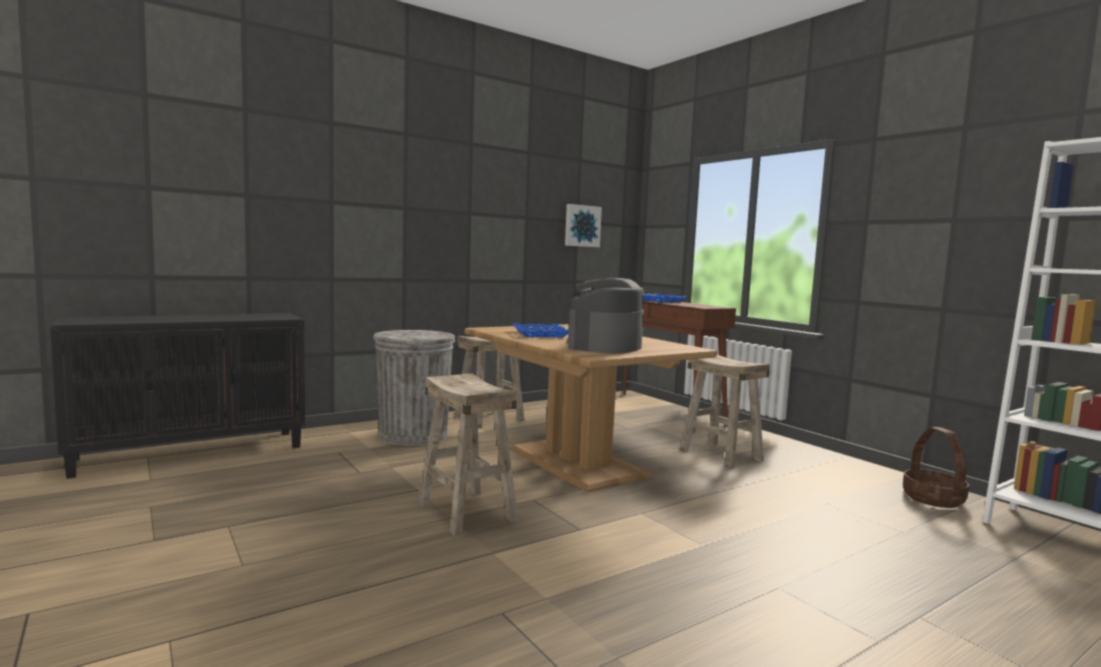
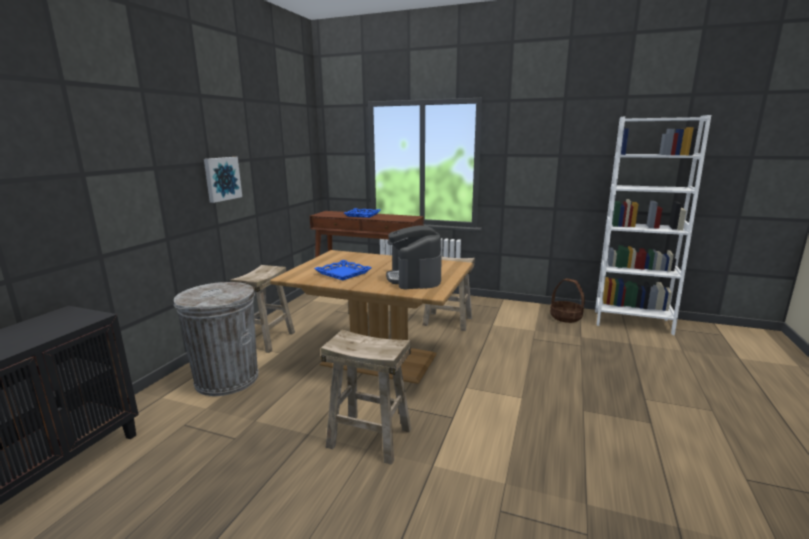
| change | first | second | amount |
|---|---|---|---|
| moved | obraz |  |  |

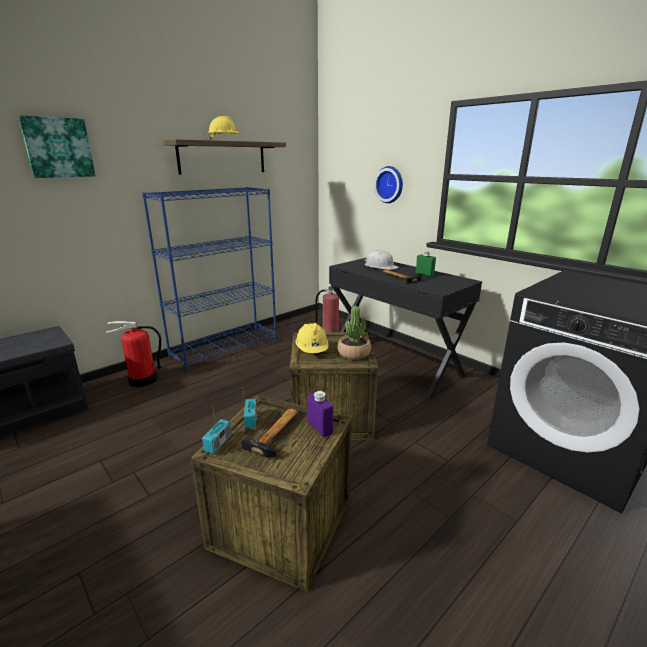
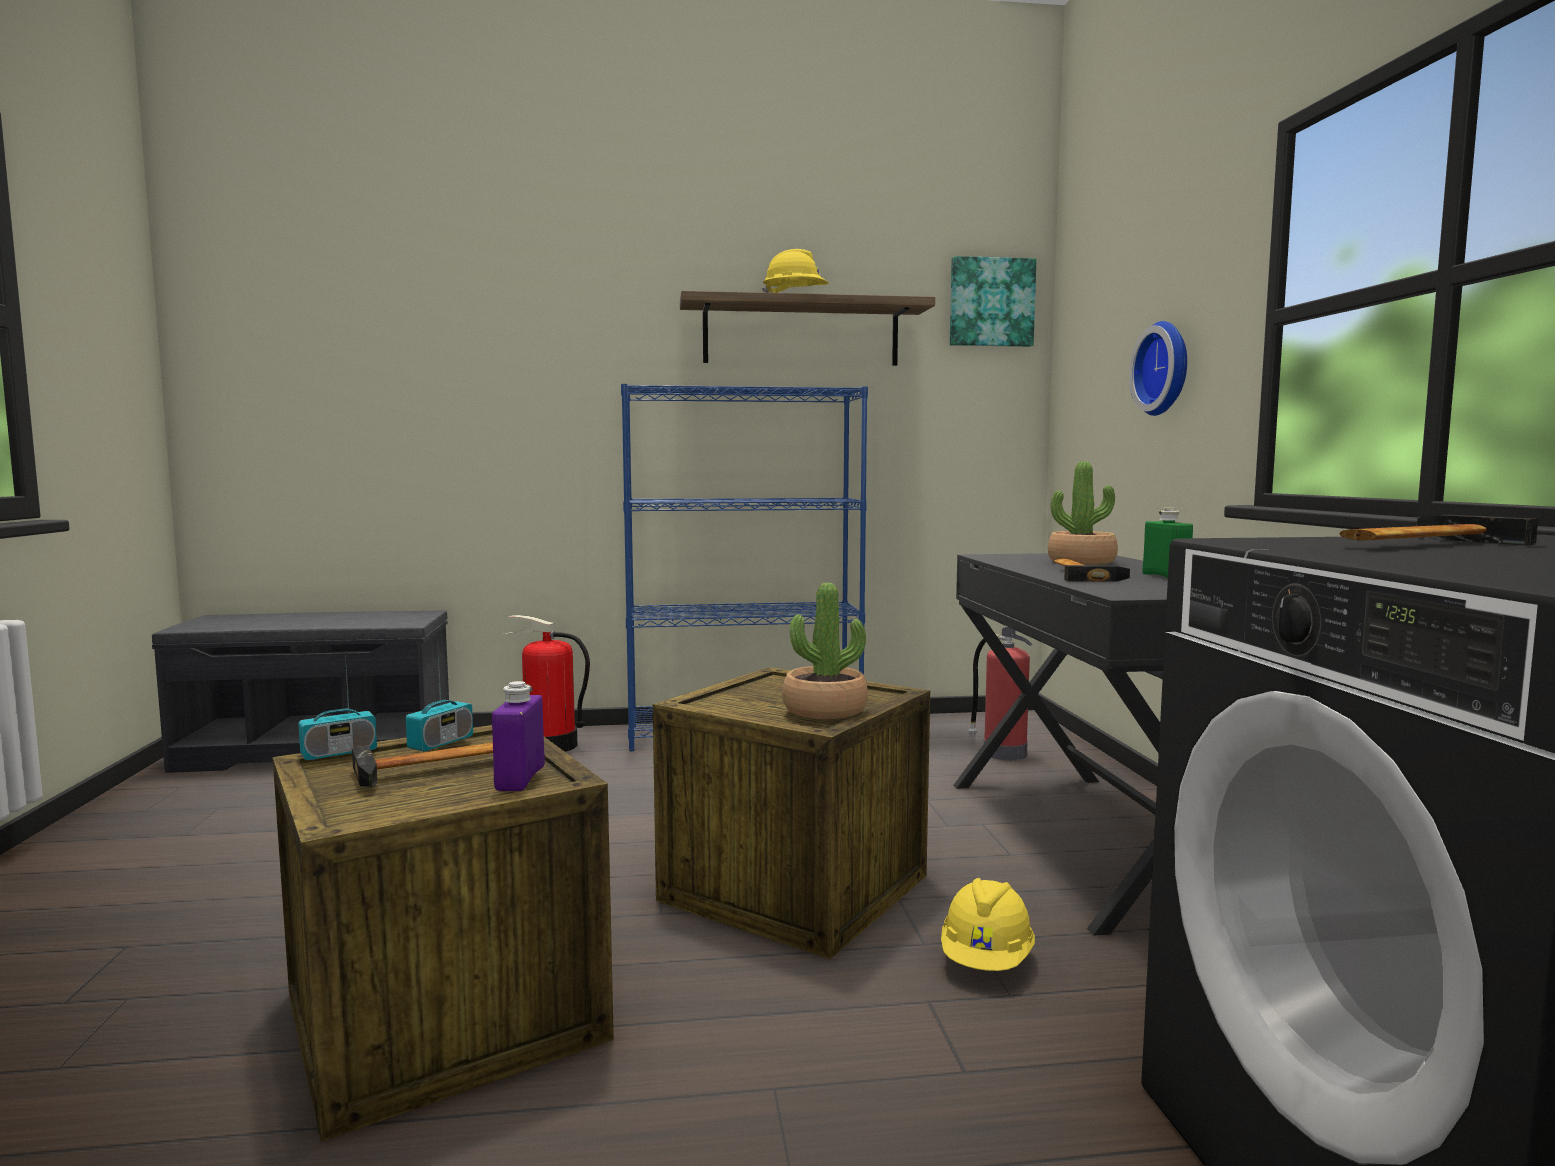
| change | first | second | amount |
|---|---|---|---|
| added |  | młotek (3rd from left) |  |
| moved | obraz |  |  |
| moved | kask/żółty (2nd from left) |  |  |
| replaced | kask/biały | roślina doniczkowa (2nd from left) |  |

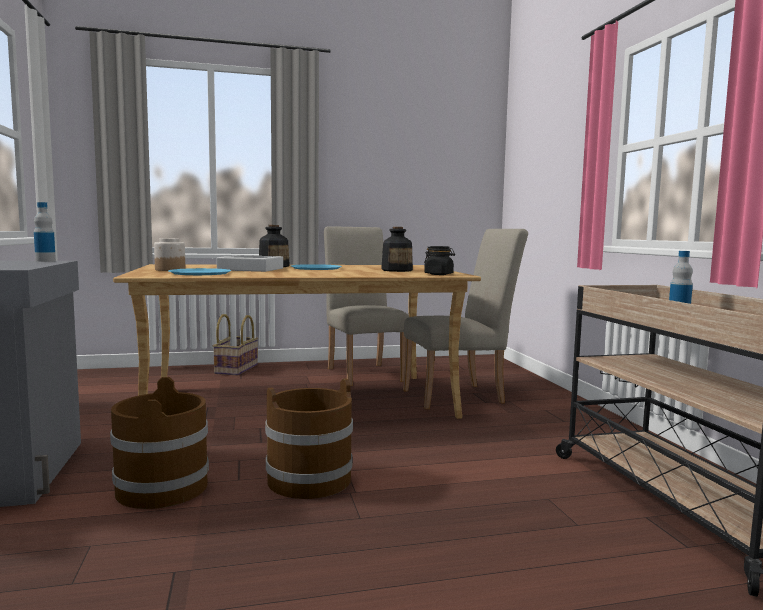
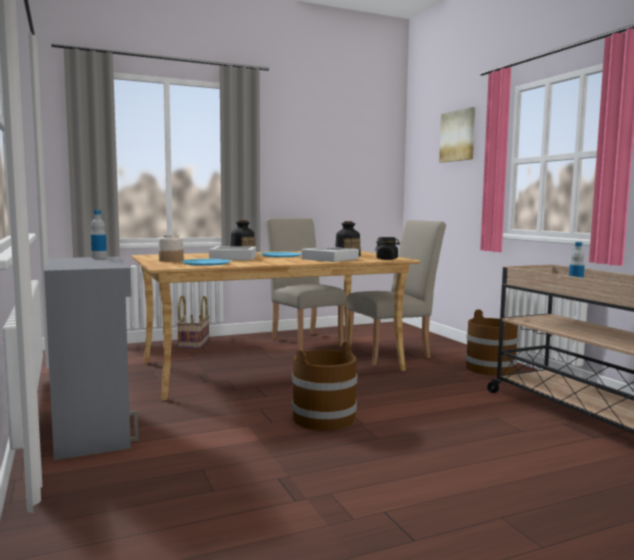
| change | first | second | amount |
|---|---|---|---|
| added |  | taca/szary (2nd from left) |  |
| added |  | obraz |  |
| moved | wiadro/brązowy (1st from left in the first image) | wiadro/brązowy (2nd from left) |  |

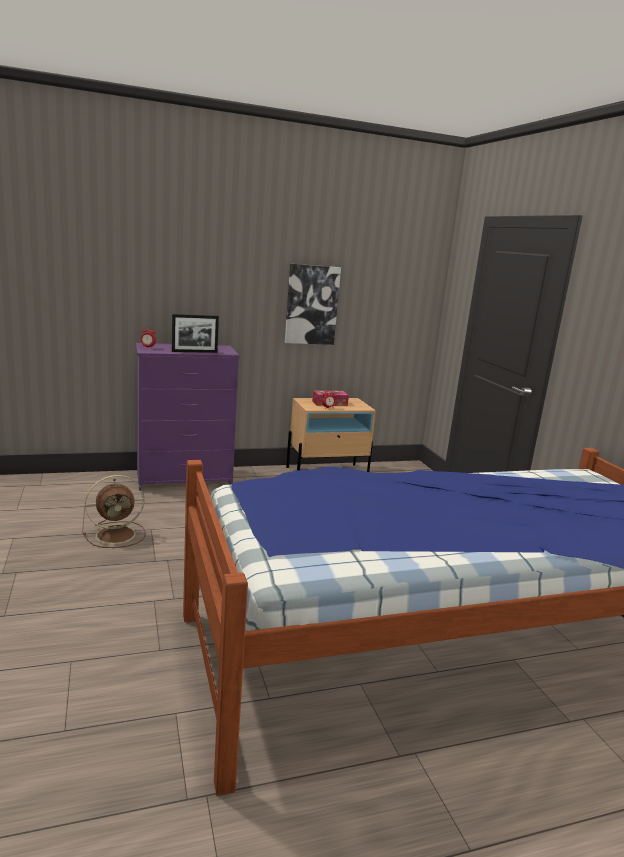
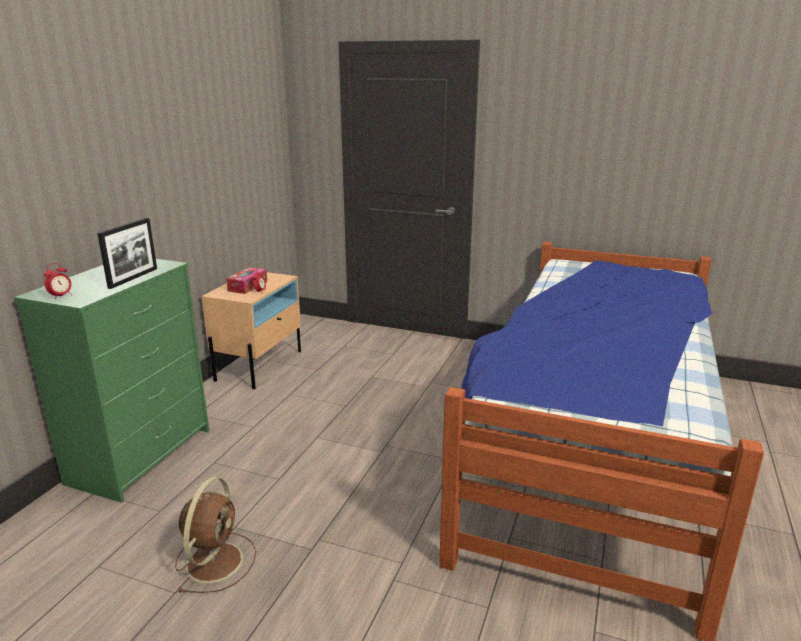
| change | first | second | amount |
|---|---|---|---|
| removed | obraz |  |  |
| recoloured | komoda/fioletowy | komoda/zielony |  |

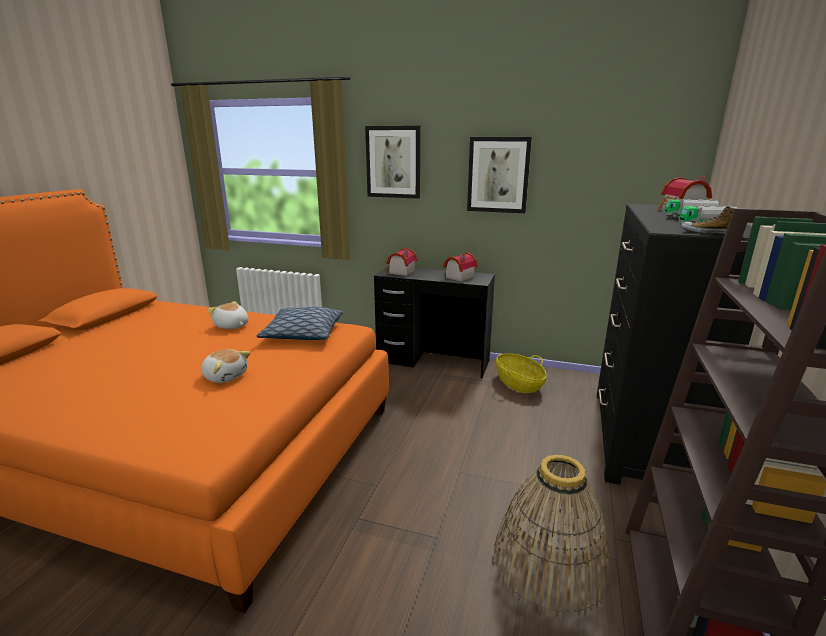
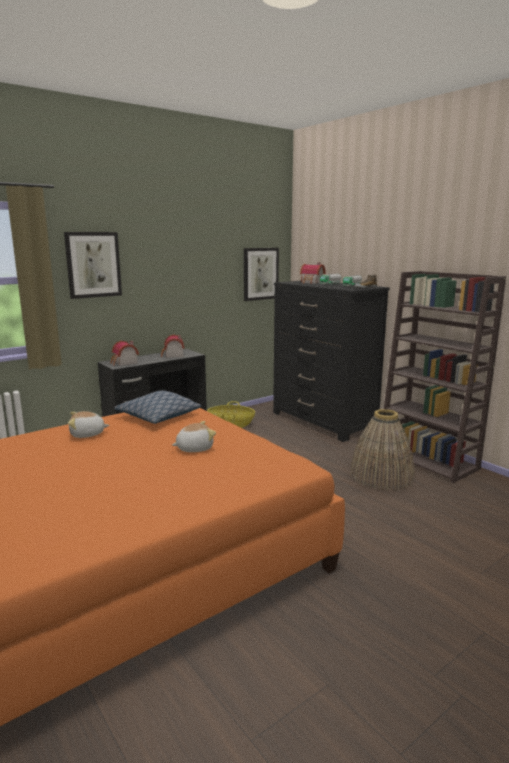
| change | first | second | amount |
|---|---|---|---|
| moved | obraz (2nd from left) |  |  |

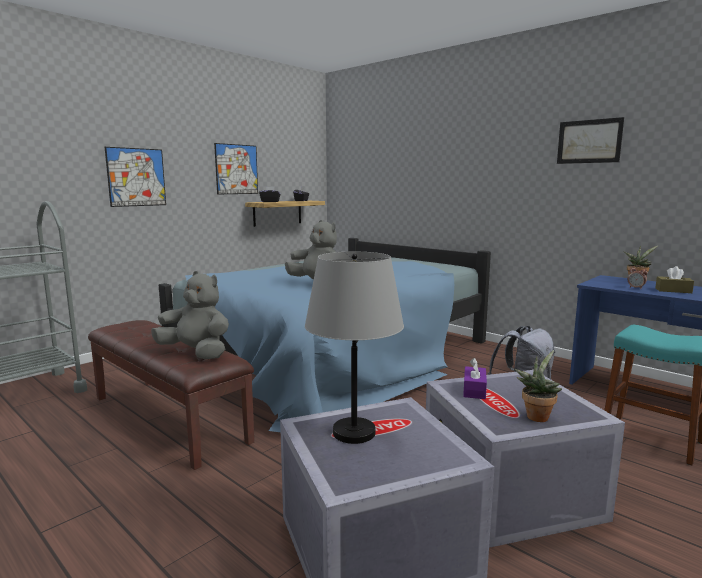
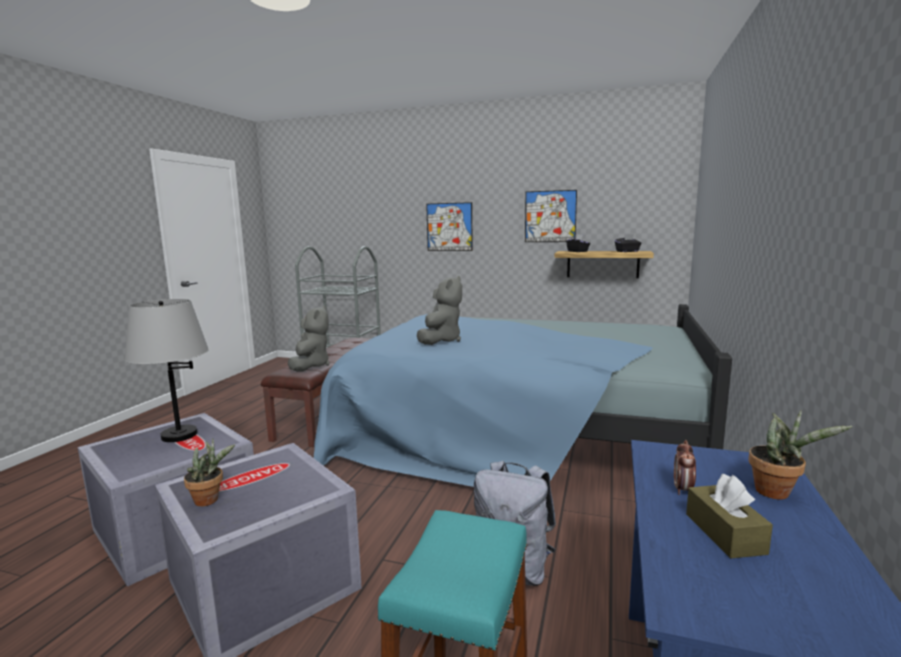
| change | first | second | amount |
|---|---|---|---|
| removed | pudełko chusteczek/fioletowy |  |  |
| removed | obraz (3rd from left) |  |  |

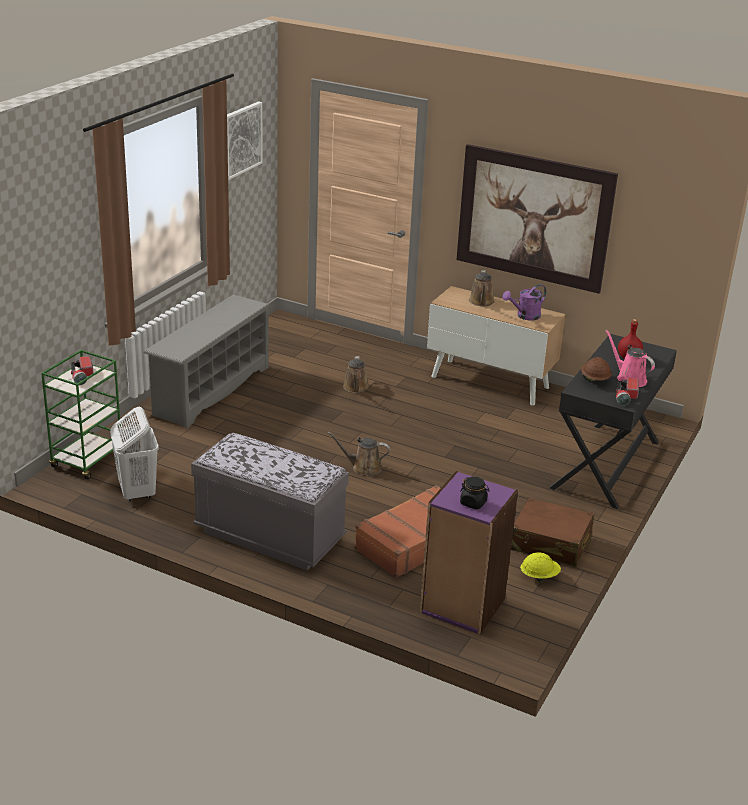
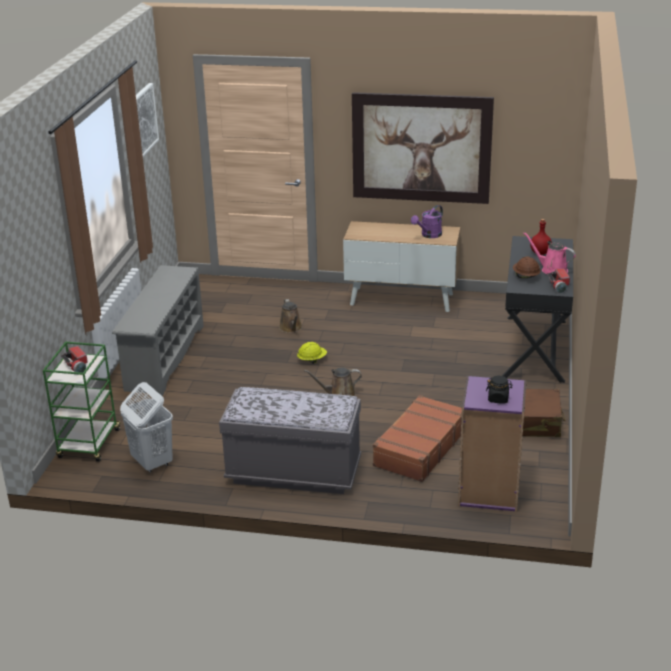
| change | first | second | amount |
|---|---|---|---|
| removed | konewka/brązowy (3rd from left) |  |  |
| moved | kask/żółty |  |  |

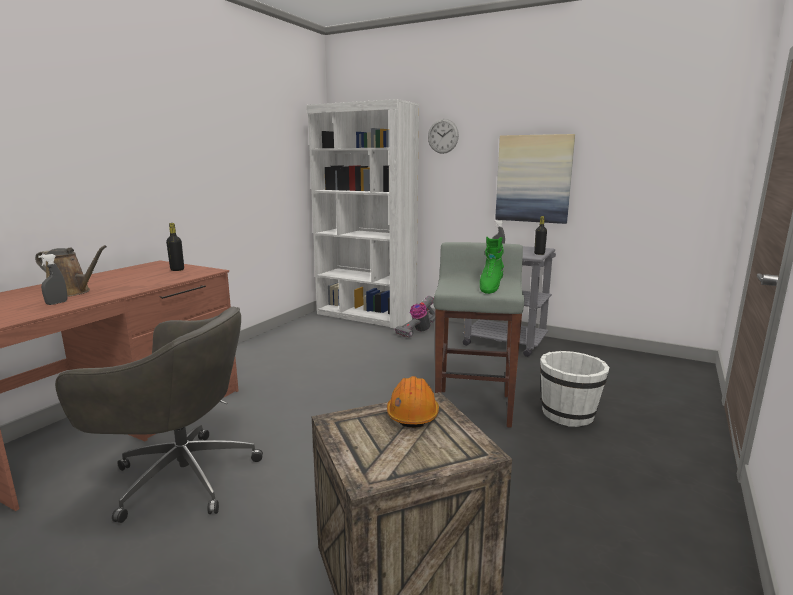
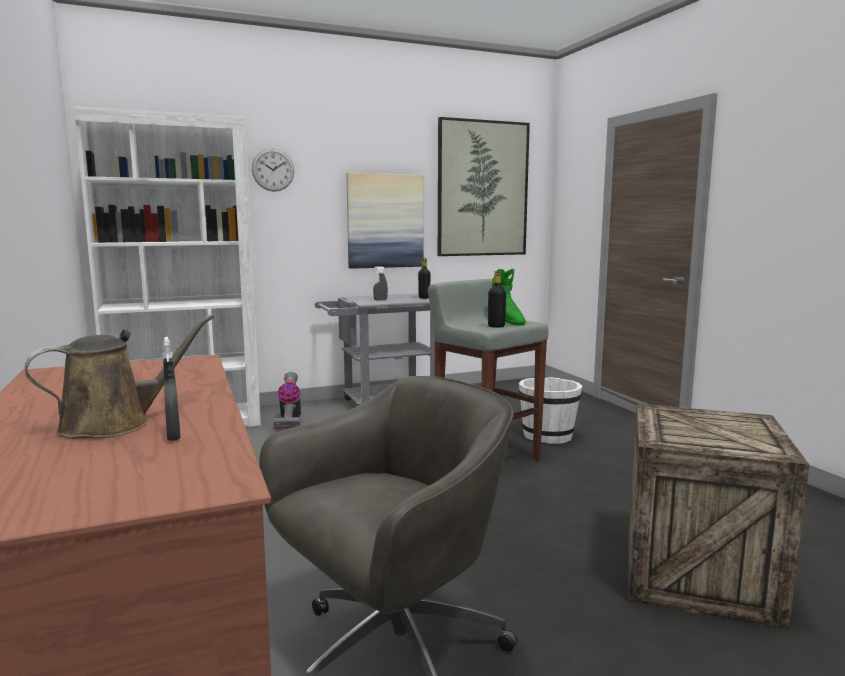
| change | first | second | amount |
|---|---|---|---|
| removed | kask/pomarańczowy |  |  |
| added |  | obraz (2nd from left) |  |
| moved | butelka/czarny (1st from left in the first image) | butelka/czarny (2nd from left) |  |

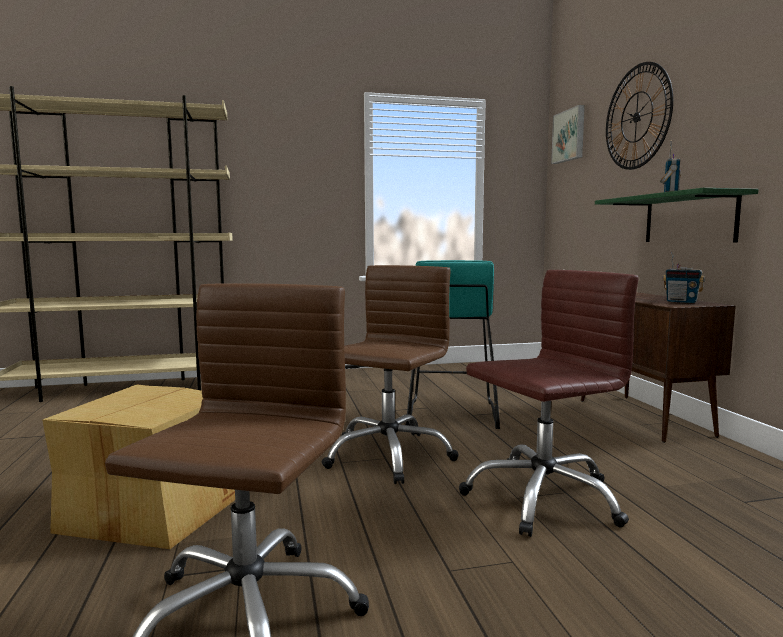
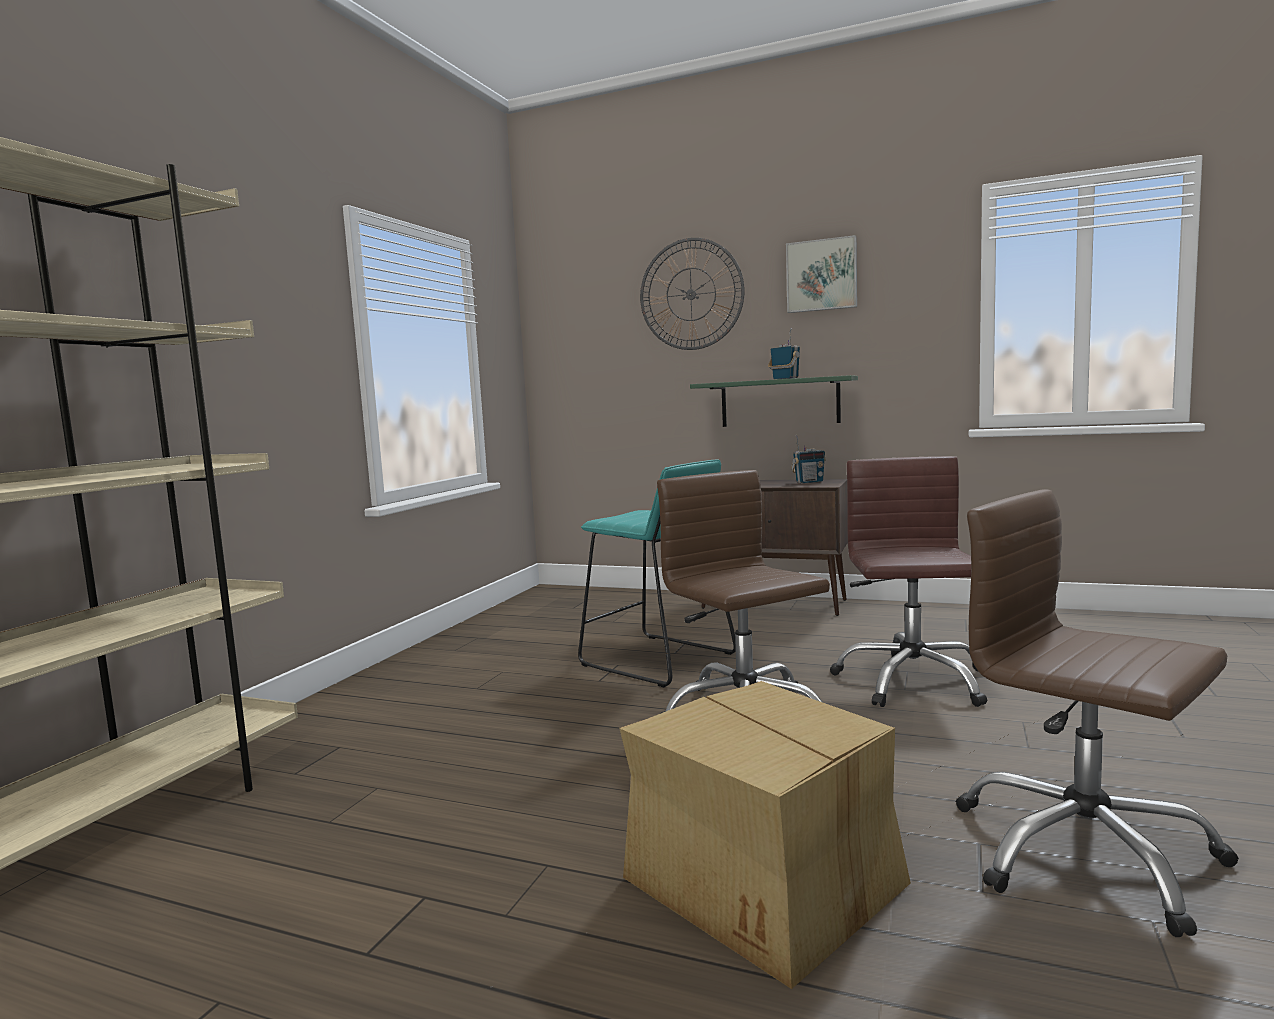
| change | first | second | amount |
|---|---|---|---|
| moved | obraz |  |  |

